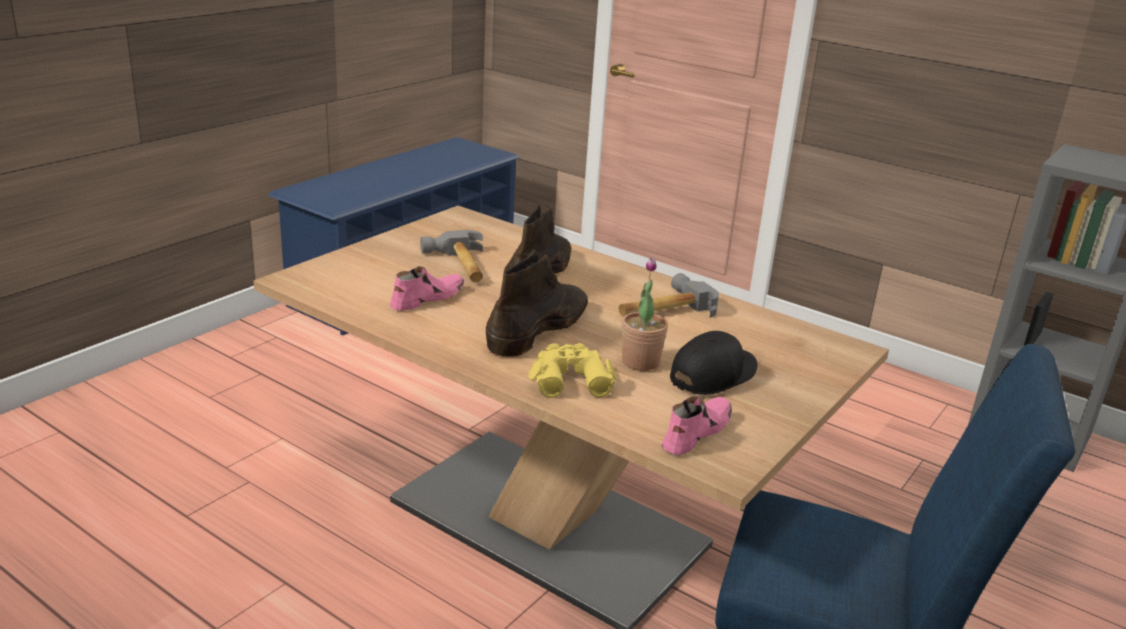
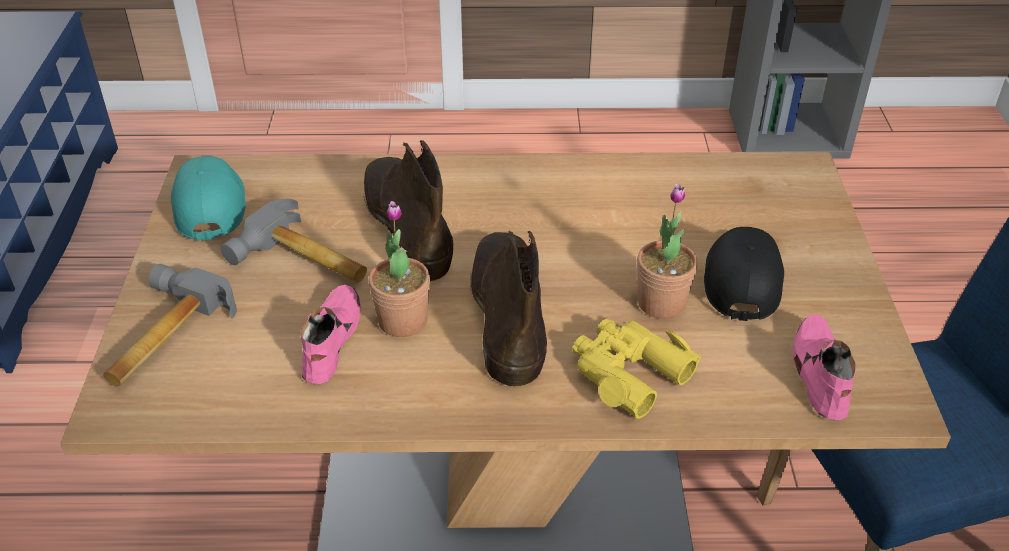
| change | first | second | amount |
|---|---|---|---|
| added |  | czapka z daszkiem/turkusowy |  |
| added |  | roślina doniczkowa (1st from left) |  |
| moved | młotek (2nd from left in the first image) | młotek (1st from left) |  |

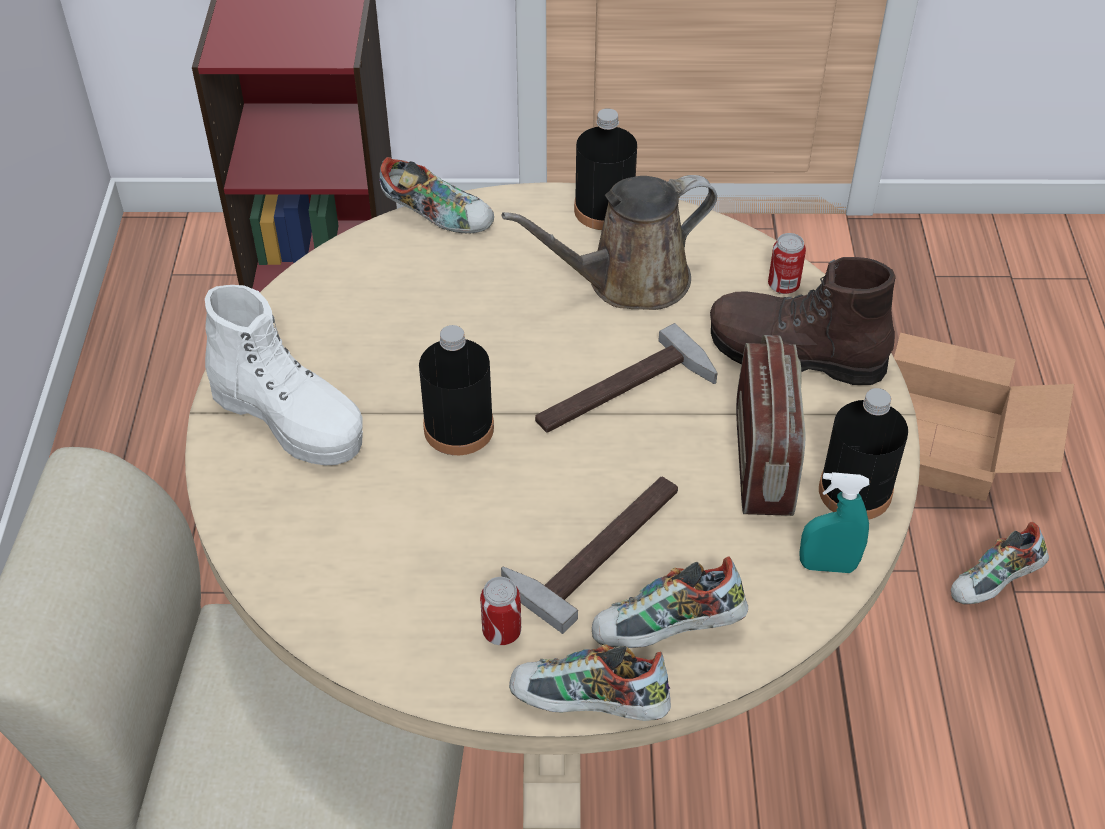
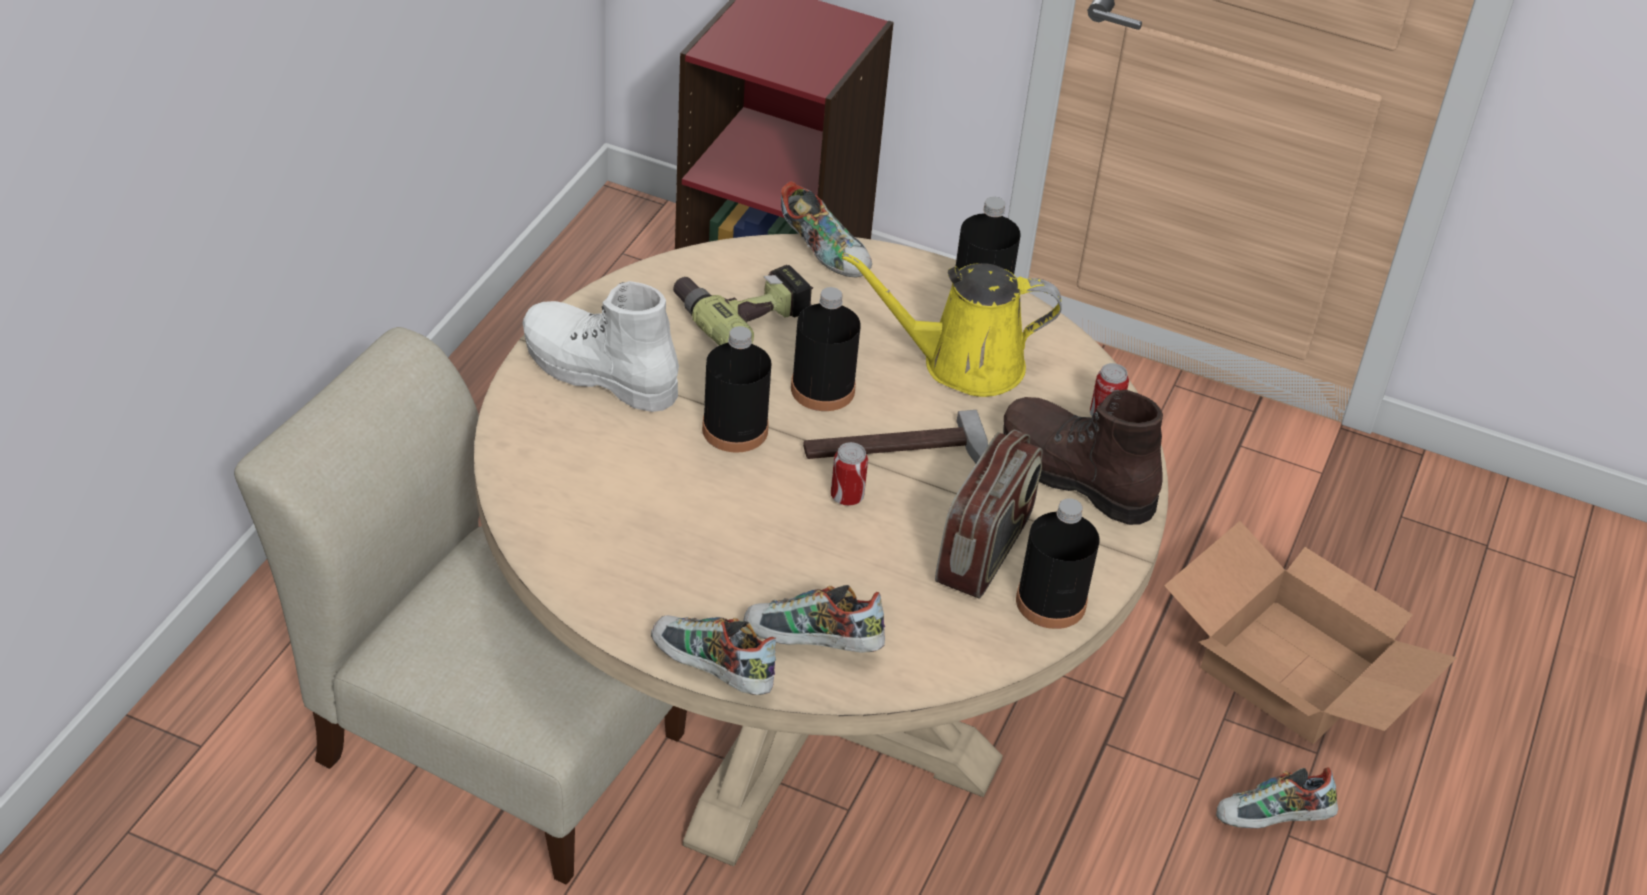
| change | first | second | amount |
|---|---|---|---|
| removed | młotek (1st from left) |  |  |
| removed | spryskiwacz/turkusowy |  |  |
| added |  | wiertarka |  |
| added |  | butelka/czarny (2nd from left) |  |
| moved | puszka (1st from left) |  |  |
| recoloured | konewka/brązowy | konewka/żółty |  |
| turned | but z cholewką/biały |  | 150 degrees clockwise |

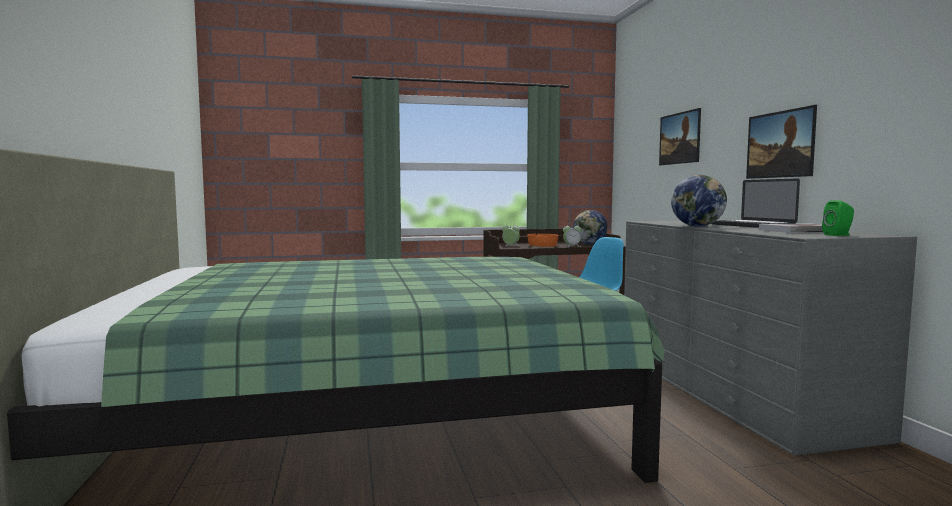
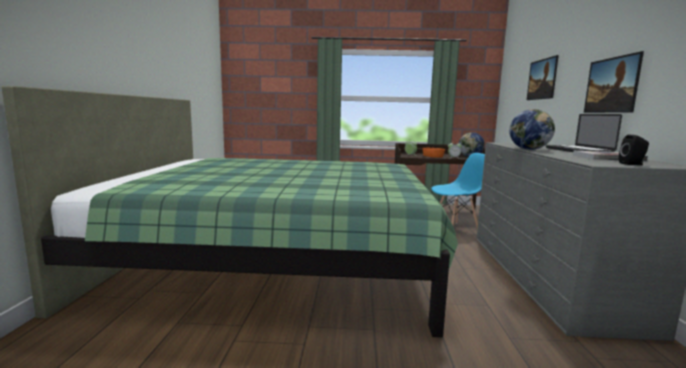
| change | first | second | amount |
|---|---|---|---|
| recoloured | głośnik/zielony | głośnik/czarny |  |

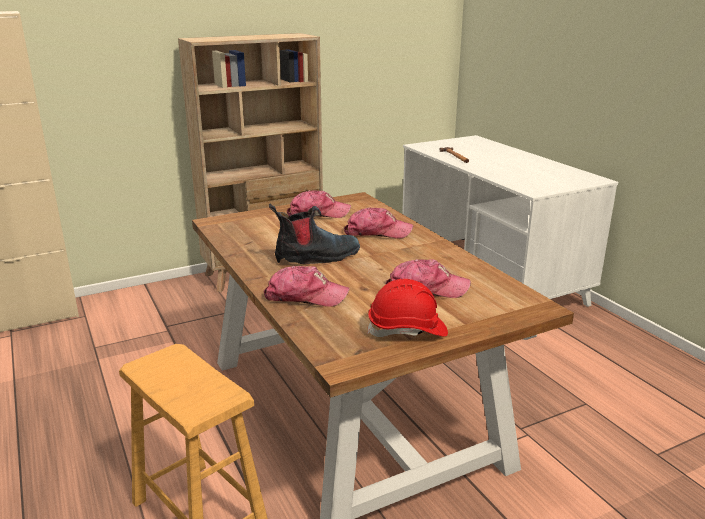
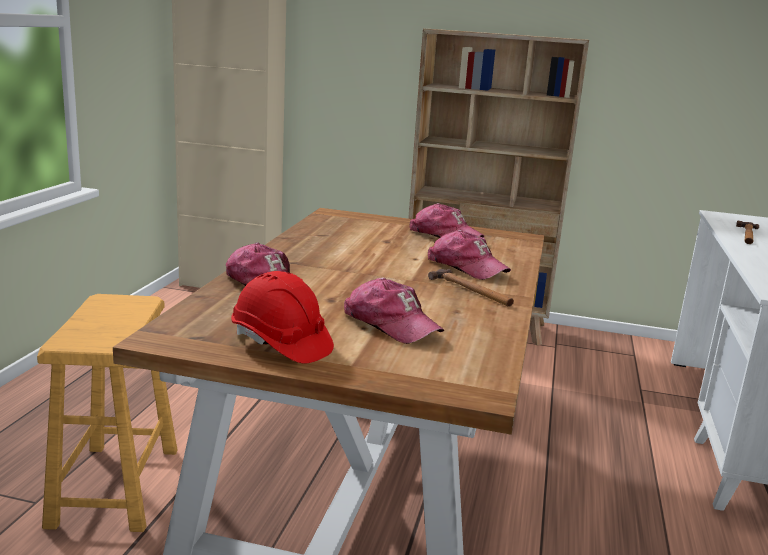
| change | first | second | amount |
|---|---|---|---|
| removed | but z cholewką |  |  |
| added |  | młotek (1st from left) |  |

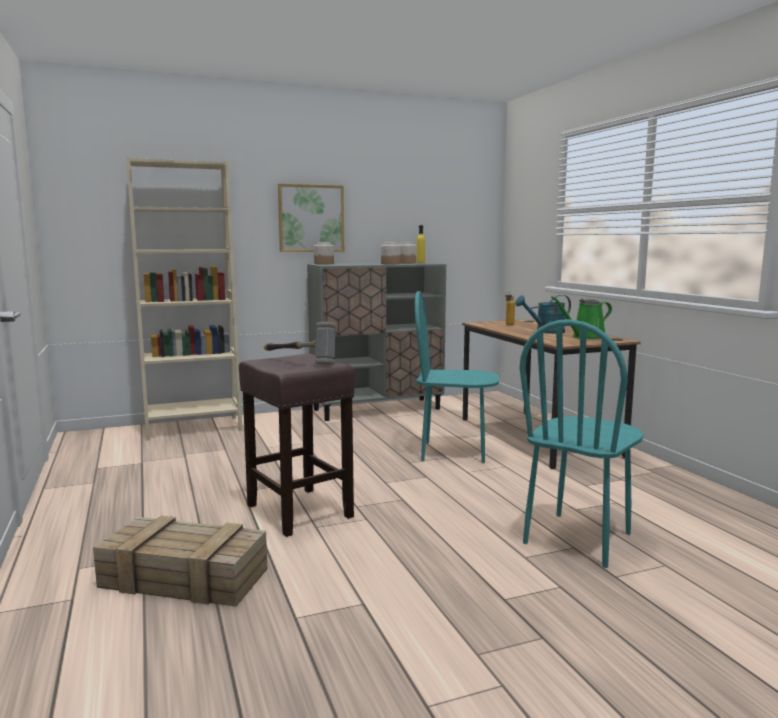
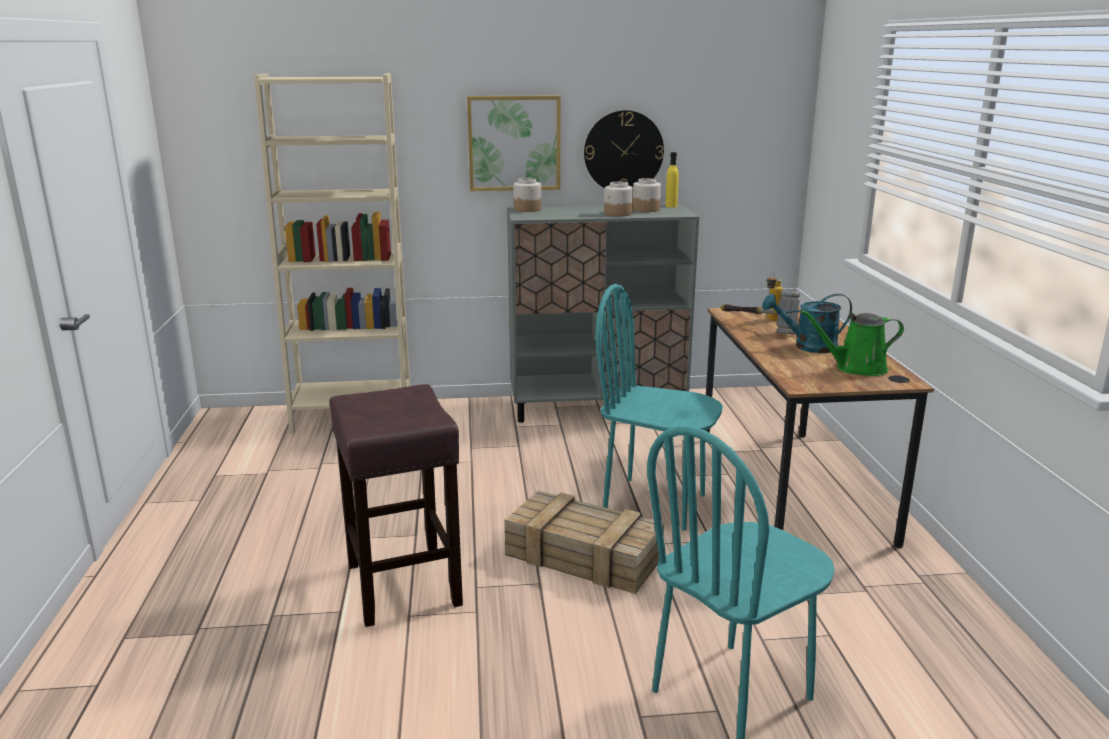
| change | first | second | amount |
|---|---|---|---|
| added |  | zegar ścienny |  |
| moved | skrzynka |  |  |
| moved | młotek |  |  |

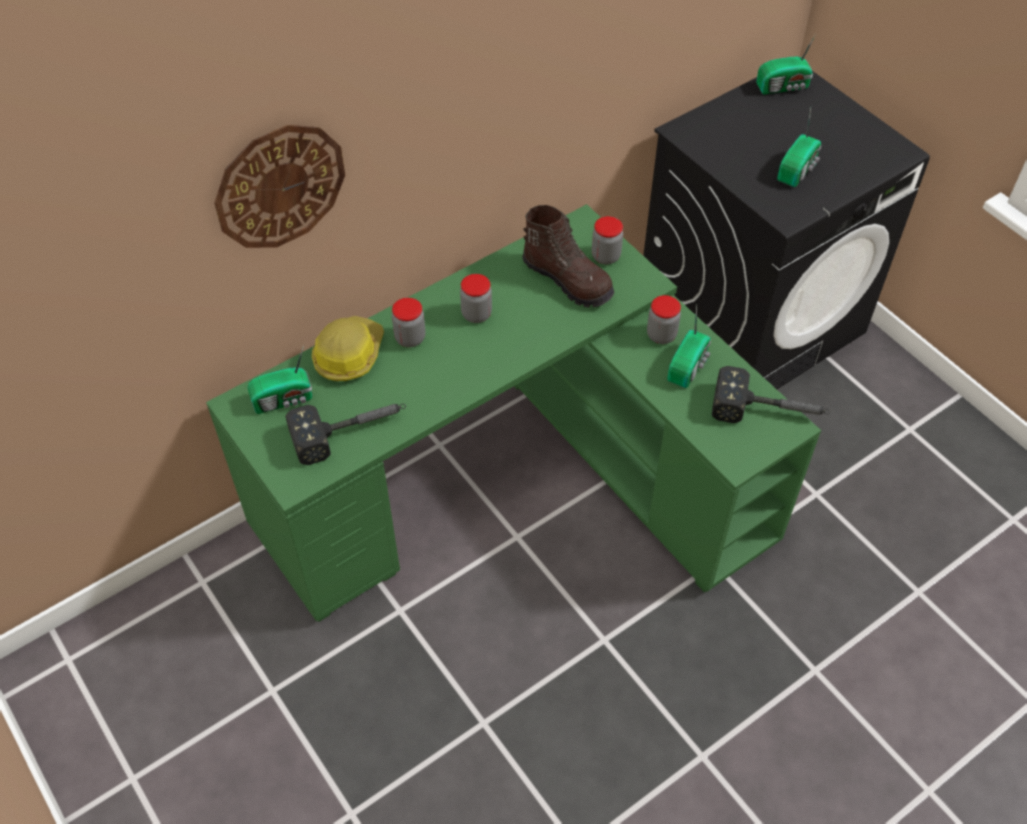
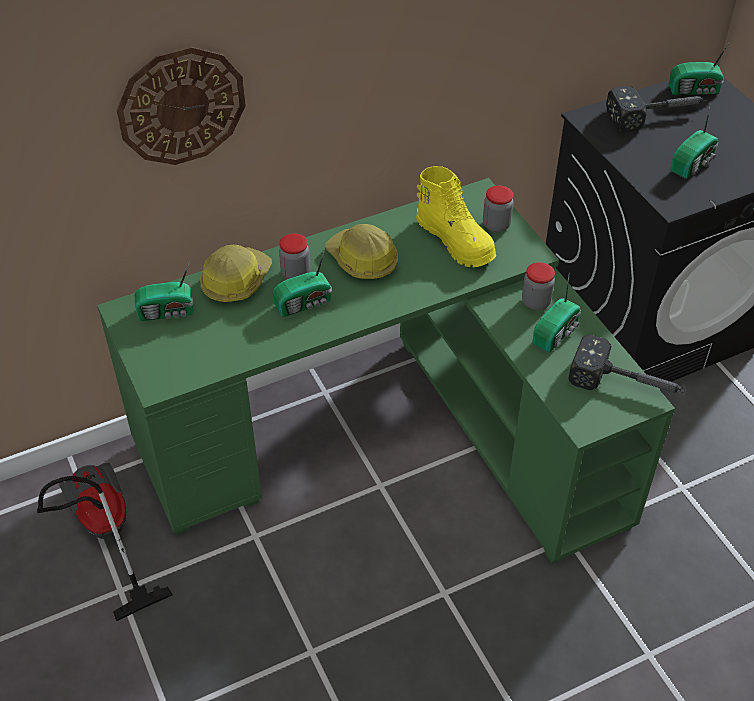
| change | first | second | amount |
|---|---|---|---|
| added |  | odkurzacz |  |
| added |  | radio (2nd from left) |  |
| moved | młotek (1st from left in the first image) | młotek (2nd from left) |  |
| replaced | słoik (2nd from left) | kask (2nd from left) |  |
| recoloured | but z cholewką/brązowy | but z cholewką/żółty |  |

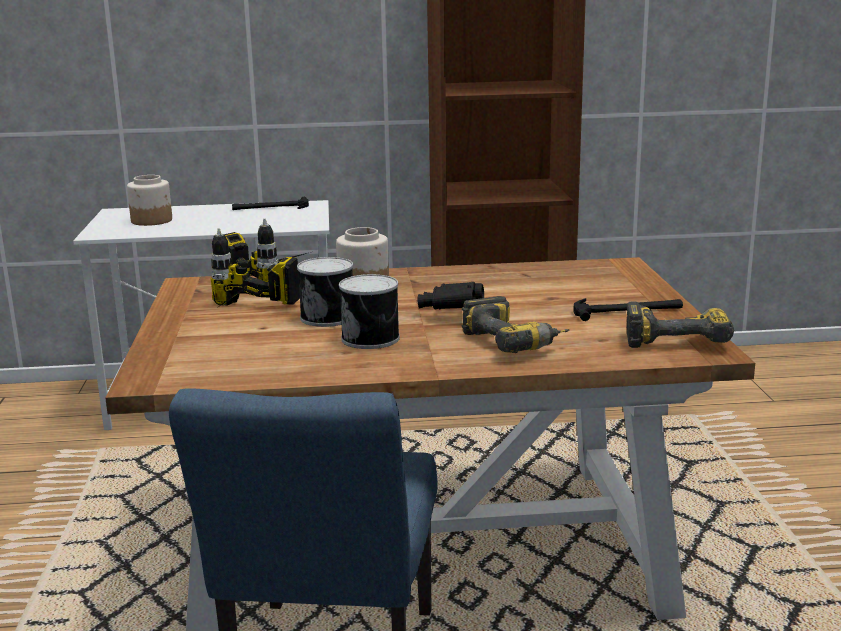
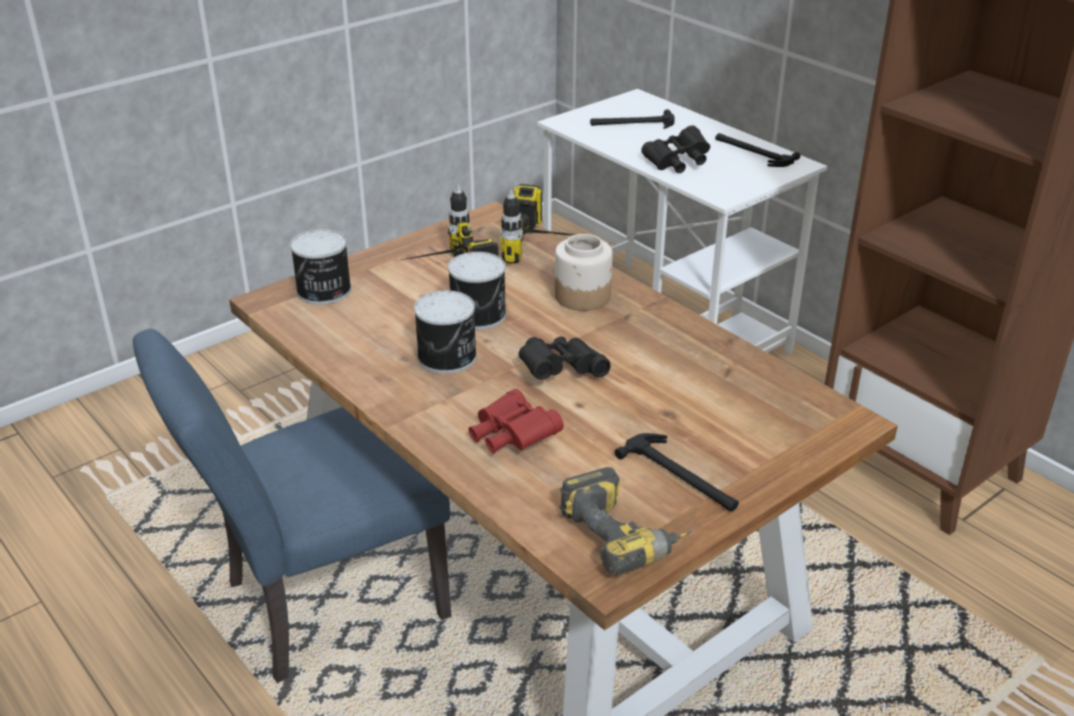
| change | first | second | amount |
|---|---|---|---|
| added |  | puszka (1st from left) |  |
| added |  | lornetka/czarny (2nd from left) |  |
| replaced | słoik (1st from left) | młotek (1st from left) |  |
| replaced | wiertarka (3rd from left) | lornetka/czerwony |  |

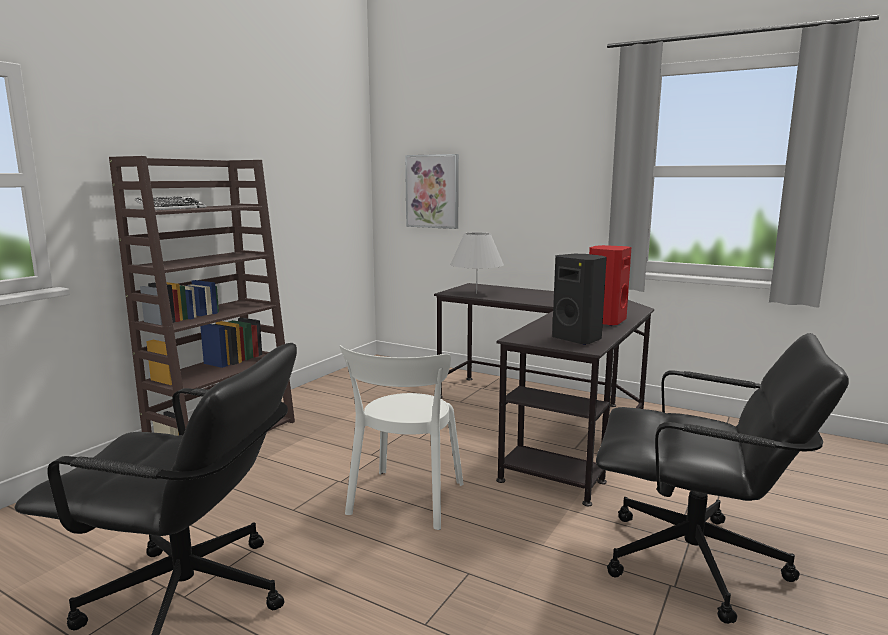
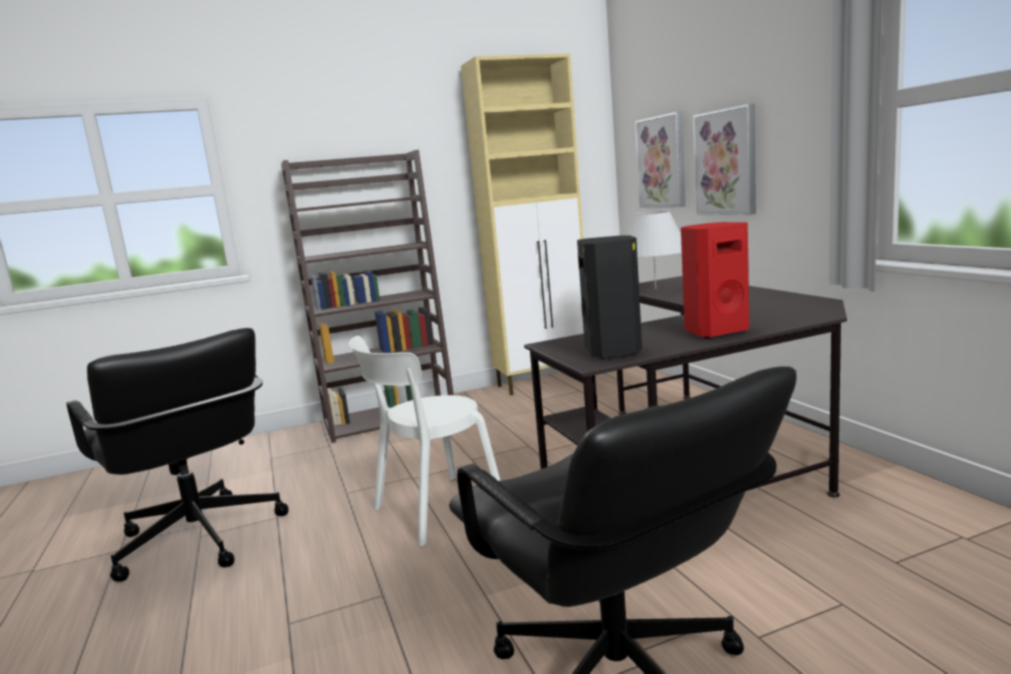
| change | first | second | amount |
|---|---|---|---|
| removed | klawiatura |  |  |
| added |  | szafka/beżowy |  |
| added |  | obraz (2nd from left) |  |

